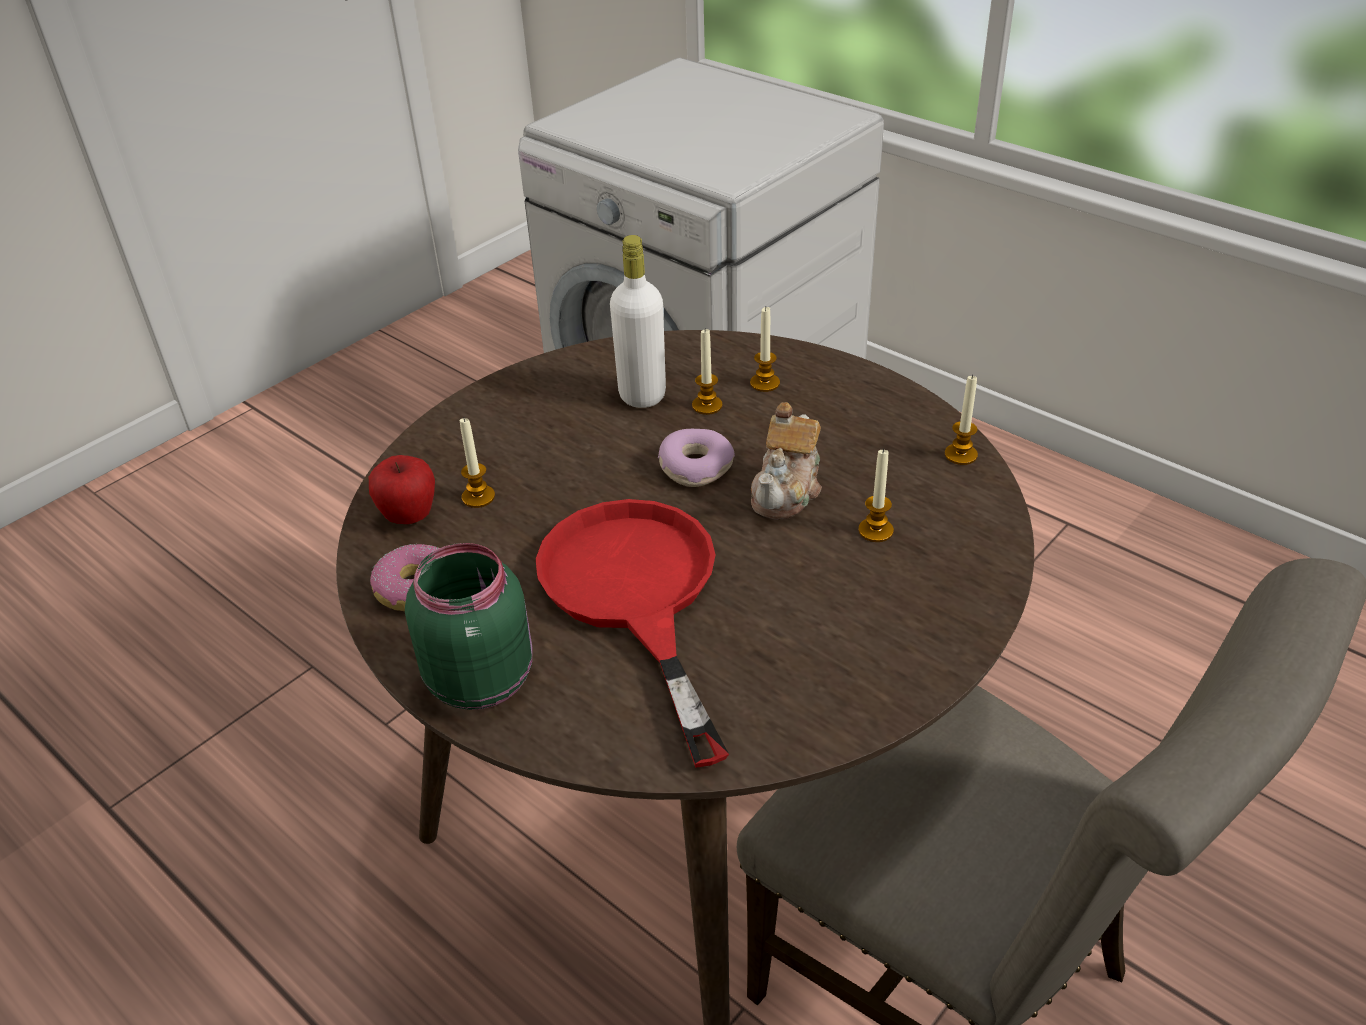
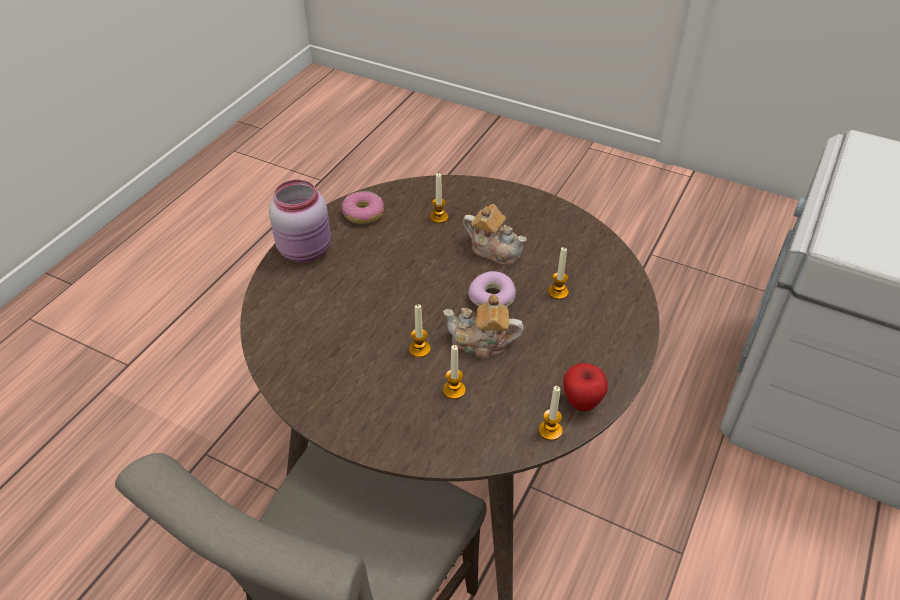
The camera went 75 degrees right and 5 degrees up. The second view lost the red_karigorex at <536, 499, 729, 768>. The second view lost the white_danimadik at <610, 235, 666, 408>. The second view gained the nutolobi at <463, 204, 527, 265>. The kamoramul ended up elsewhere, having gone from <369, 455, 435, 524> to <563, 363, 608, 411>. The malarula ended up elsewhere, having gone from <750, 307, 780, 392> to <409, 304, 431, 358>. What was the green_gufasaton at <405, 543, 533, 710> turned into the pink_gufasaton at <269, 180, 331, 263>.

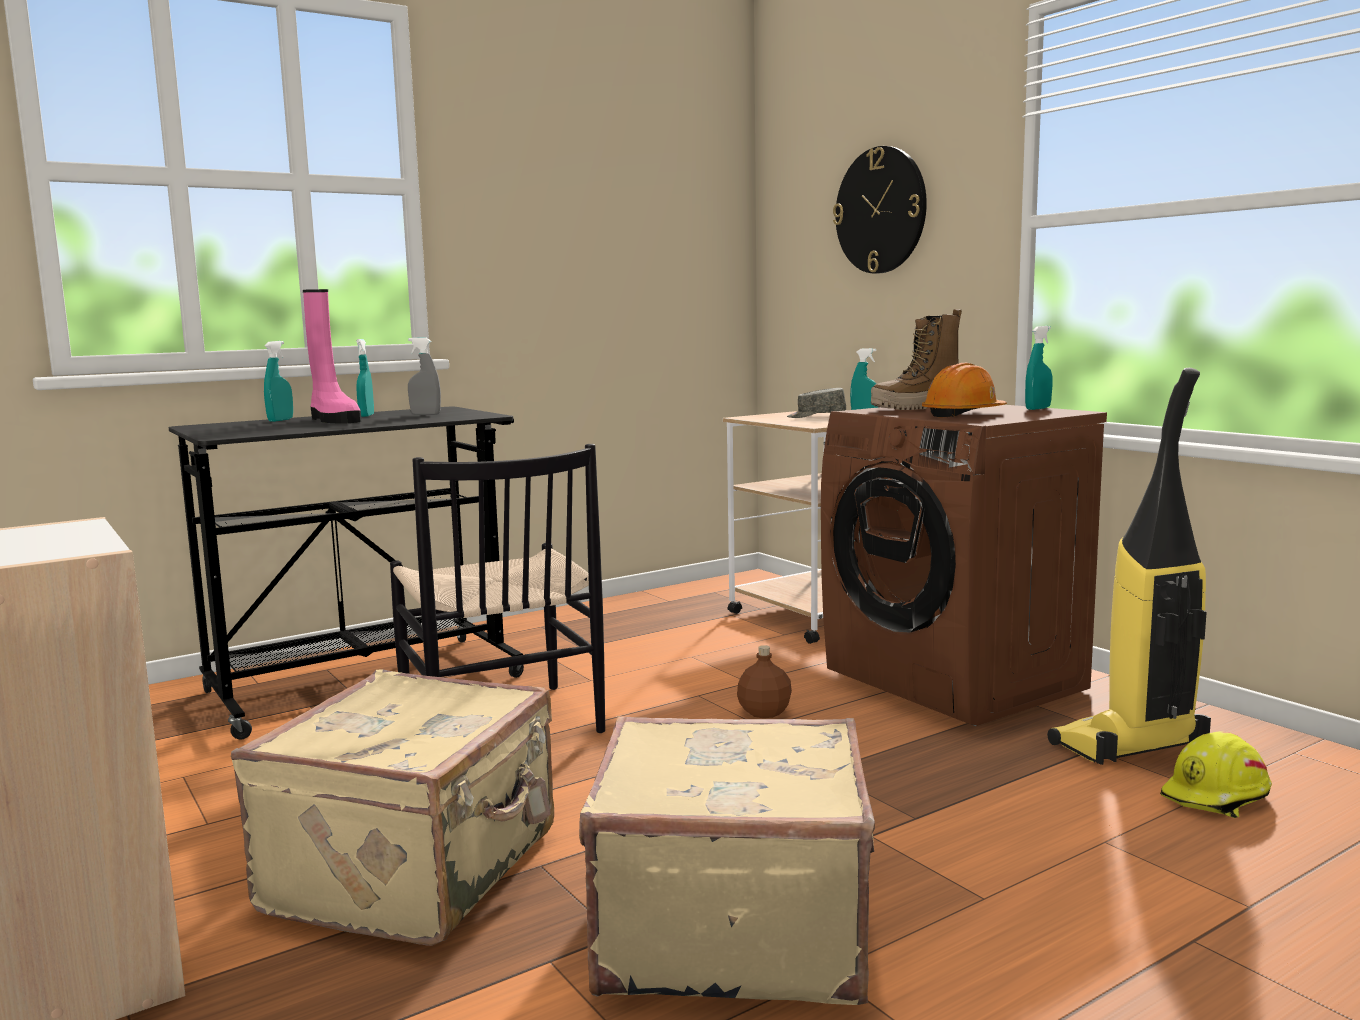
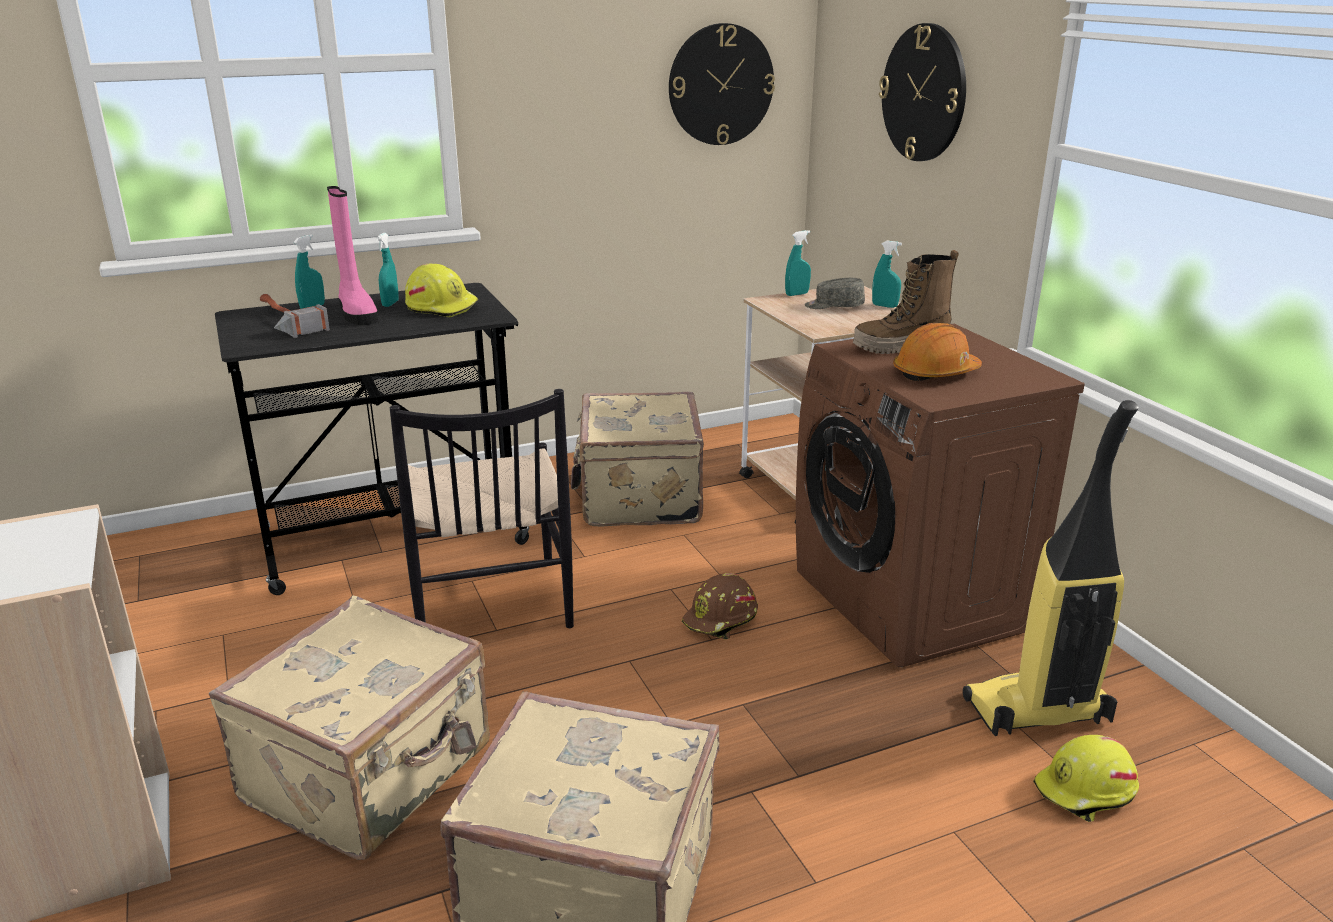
The camera went 10 degrees right and 15 degrees up. The second view gained the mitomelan at <260, 294, 330, 338>. The second view gained the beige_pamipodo at <571, 392, 704, 527>. The second view gained the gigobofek at <669, 23, 775, 145>. The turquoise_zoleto ended up elsewhere, having gone from <1025, 326, 1052, 410> to <785, 230, 811, 296>. Where the grey_zoleto stood at <408, 337, 441, 415>, the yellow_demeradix came to stand at <405, 264, 478, 317>. Where the brown_danimadik stood at <737, 645, 792, 718>, the brown_demeradix came to stand at <682, 573, 758, 639>.

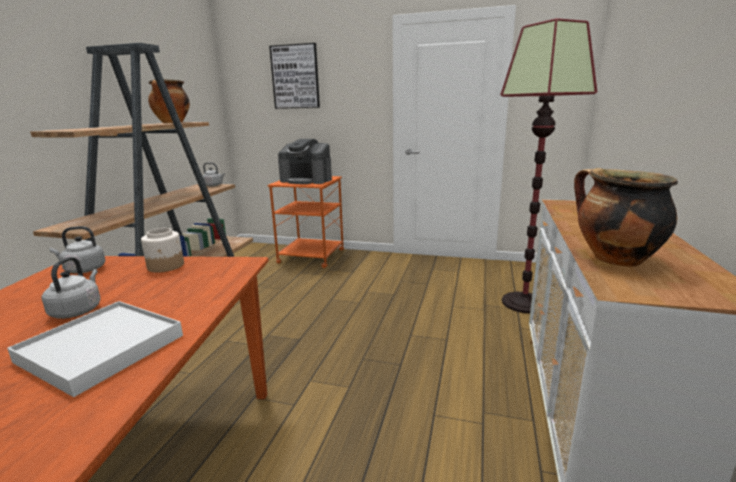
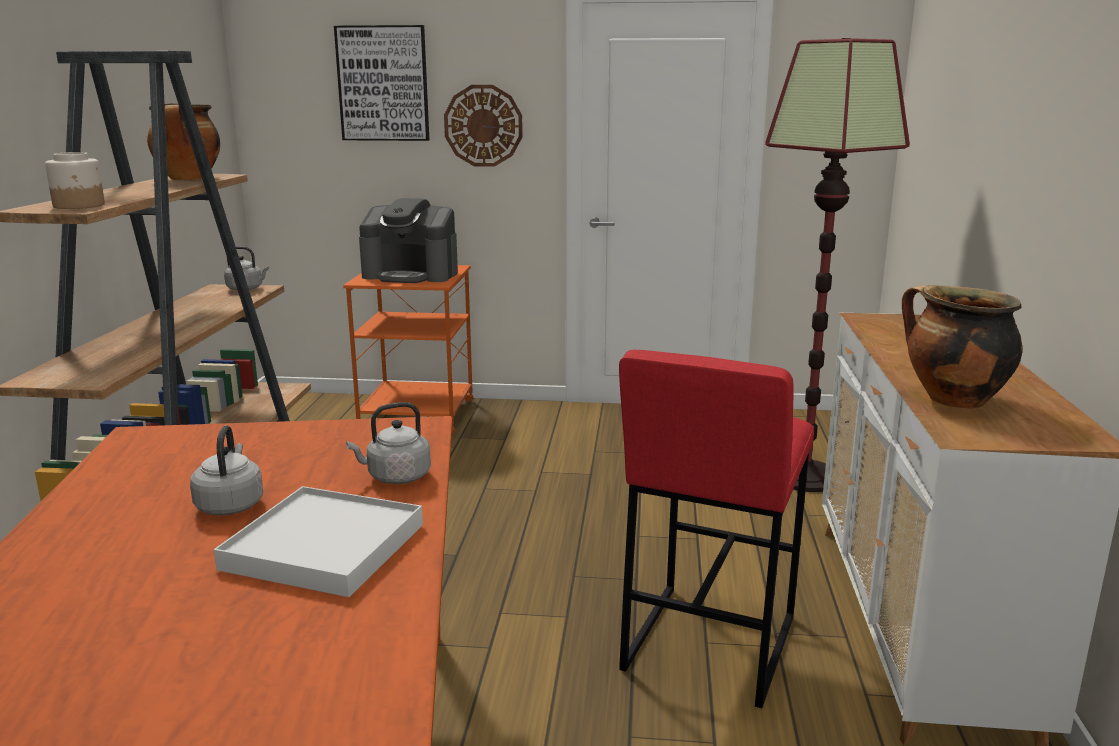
The camera went 10 degrees left and 0 degrees up. The second view gained the gigobofek at <444, 85, 523, 167>. The second view gained the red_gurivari at <619, 350, 814, 708>. The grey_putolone ended up elsewhere, having gone from <49, 226, 106, 274> to <346, 402, 431, 484>. The gufasaton ended up elsewhere, having gone from <141, 228, 184, 273> to <45, 152, 105, 209>.

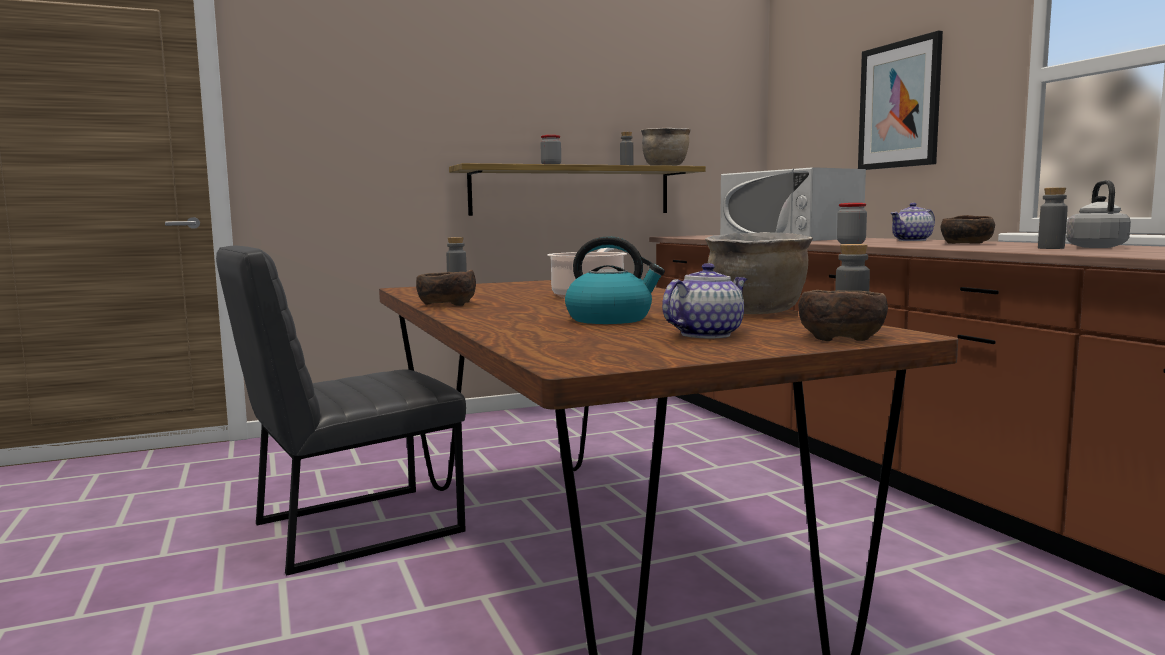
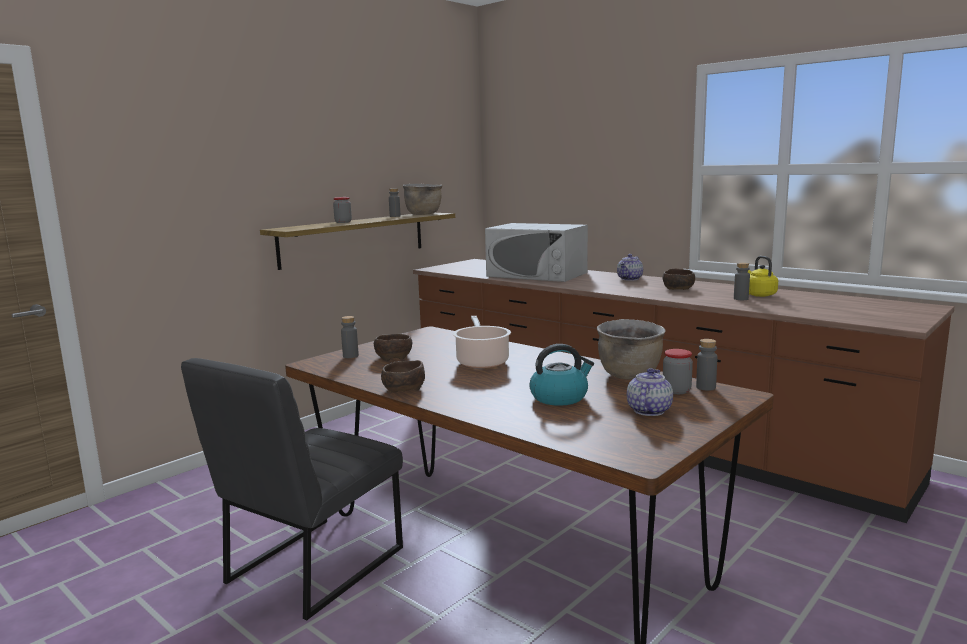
The camera went 25 degrees left and 5 degrees up. The second view lost the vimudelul at <858, 30, 943, 170>. The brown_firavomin ended up elsewhere, having gone from <798, 290, 888, 341> to <374, 334, 412, 361>. The gufasaton ended up elsewhere, having gone from <837, 203, 867, 244> to <663, 349, 693, 394>. What was the grey_putolone at <1066, 180, 1131, 248> turned into the yellow_putolone at <748, 256, 778, 297>.

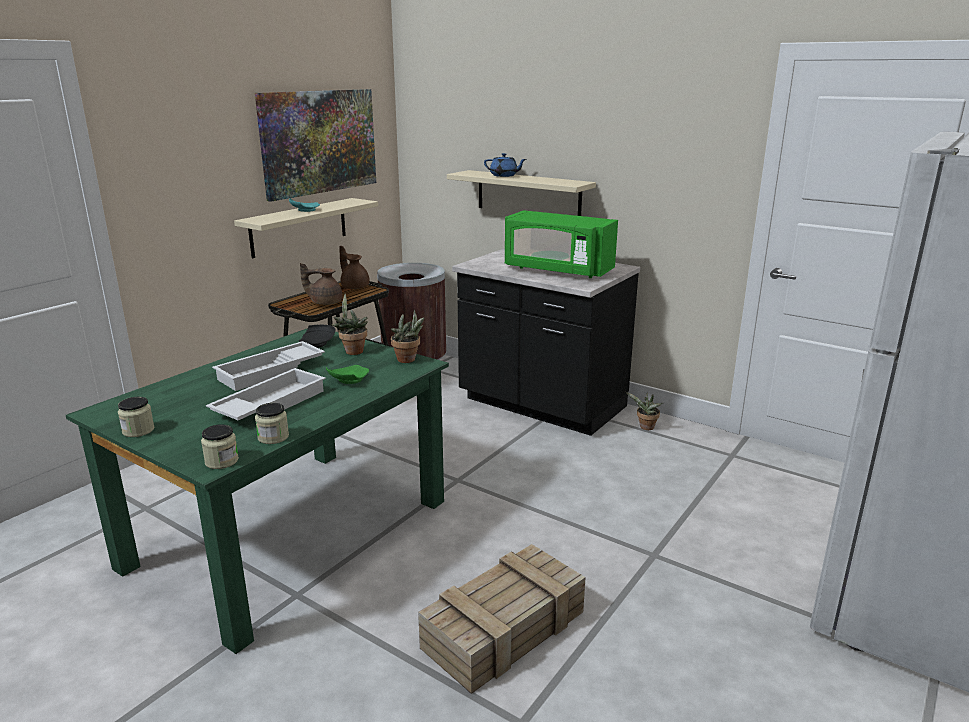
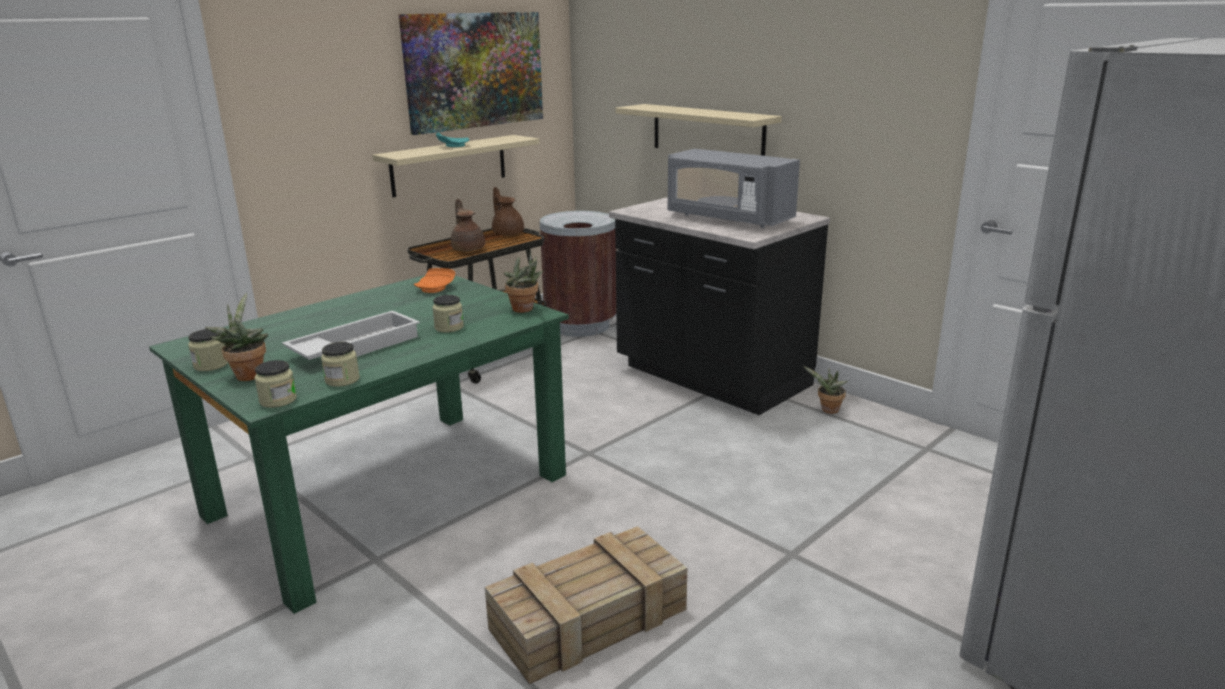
The camera went 10 degrees right and 0 degrees up. The second view lost the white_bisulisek at <212, 341, 325, 391>. The second view lost the blue_nutolobi at <484, 153, 526, 177>. The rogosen ended up elsewhere, having gone from <331, 294, 368, 355> to <205, 293, 268, 381>. Where the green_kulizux stood at <326, 365, 369, 384>, the gufasaton came to stand at <432, 295, 464, 333>. What was the black_kulizux at <299, 325, 335, 348> turned into the orange_kulizux at <414, 268, 455, 293>. What was the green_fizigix at <505, 210, 618, 278> turned into the grey_fizigix at <668, 149, 800, 228>. The brown_nutolobi at <300, 263, 342, 305> ended up facing another way, 60 degrees clockwise from before.

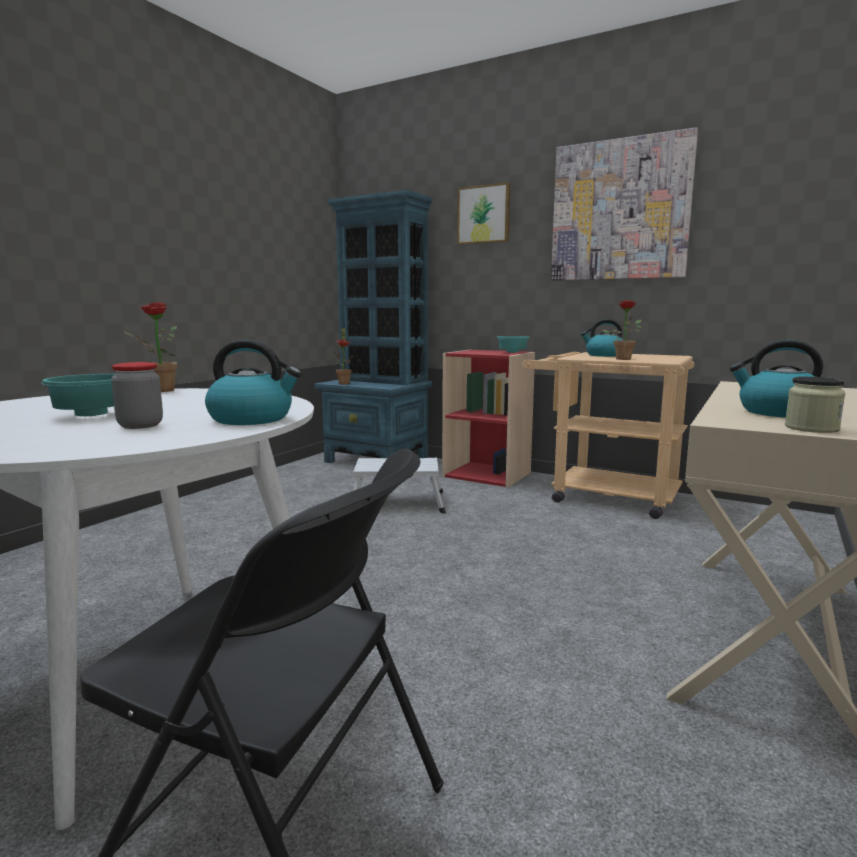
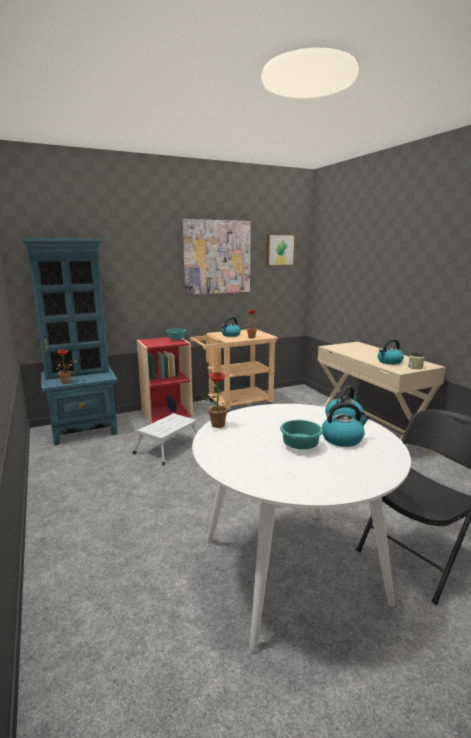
The camera went 55 degrees left and 5 degrees up. The vimudelul ended up elsewhere, having gone from <457, 182, 511, 245> to <266, 234, 295, 266>. Where the gufasaton stood at <111, 362, 163, 429>, the putolone came to stand at <322, 402, 370, 447>.

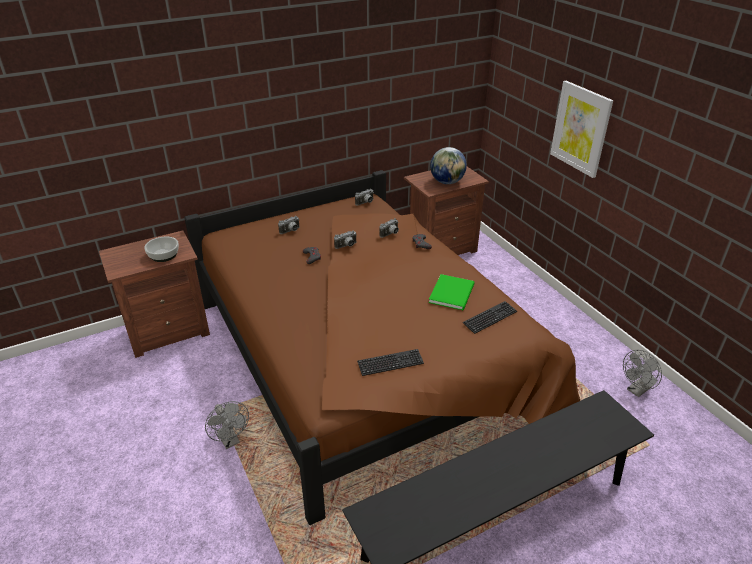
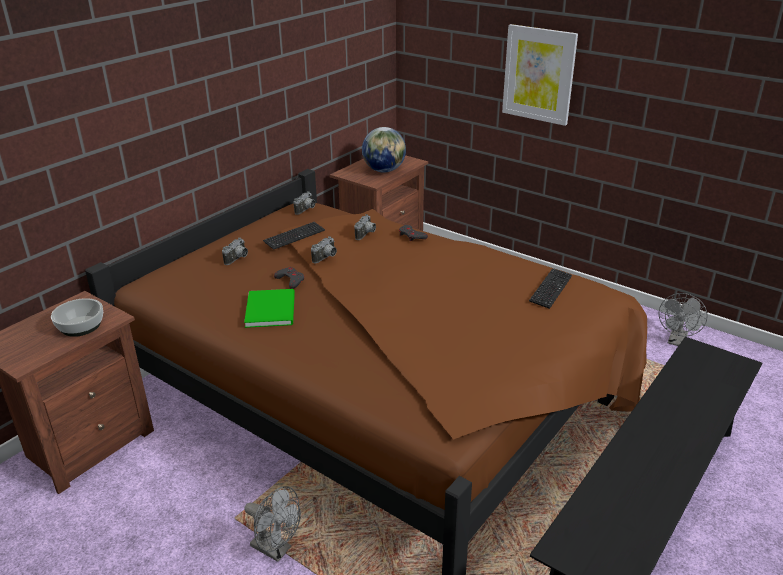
The camera went 25 degrees left and 5 degrees down. The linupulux ended up elsewhere, having gone from <357, 349, 424, 376> to <263, 222, 325, 250>. The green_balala ended up elsewhere, having gone from <428, 274, 475, 310> to <244, 289, 295, 328>.

